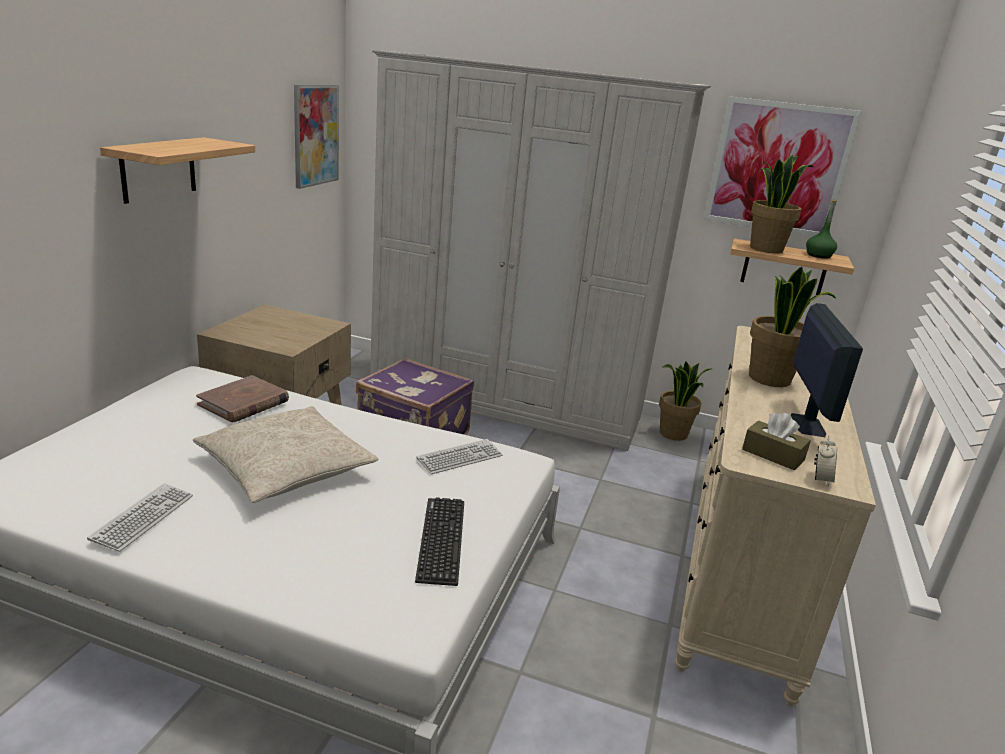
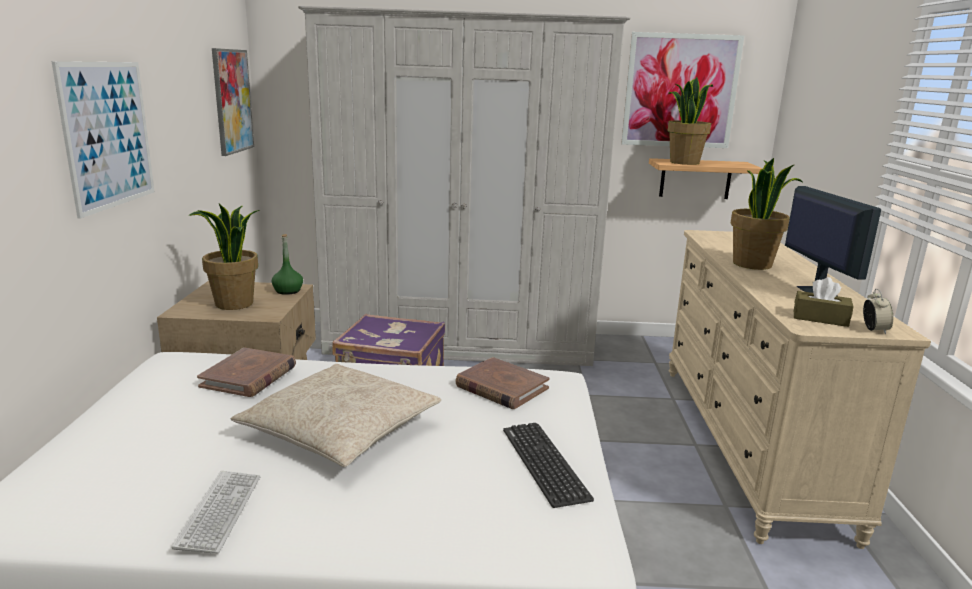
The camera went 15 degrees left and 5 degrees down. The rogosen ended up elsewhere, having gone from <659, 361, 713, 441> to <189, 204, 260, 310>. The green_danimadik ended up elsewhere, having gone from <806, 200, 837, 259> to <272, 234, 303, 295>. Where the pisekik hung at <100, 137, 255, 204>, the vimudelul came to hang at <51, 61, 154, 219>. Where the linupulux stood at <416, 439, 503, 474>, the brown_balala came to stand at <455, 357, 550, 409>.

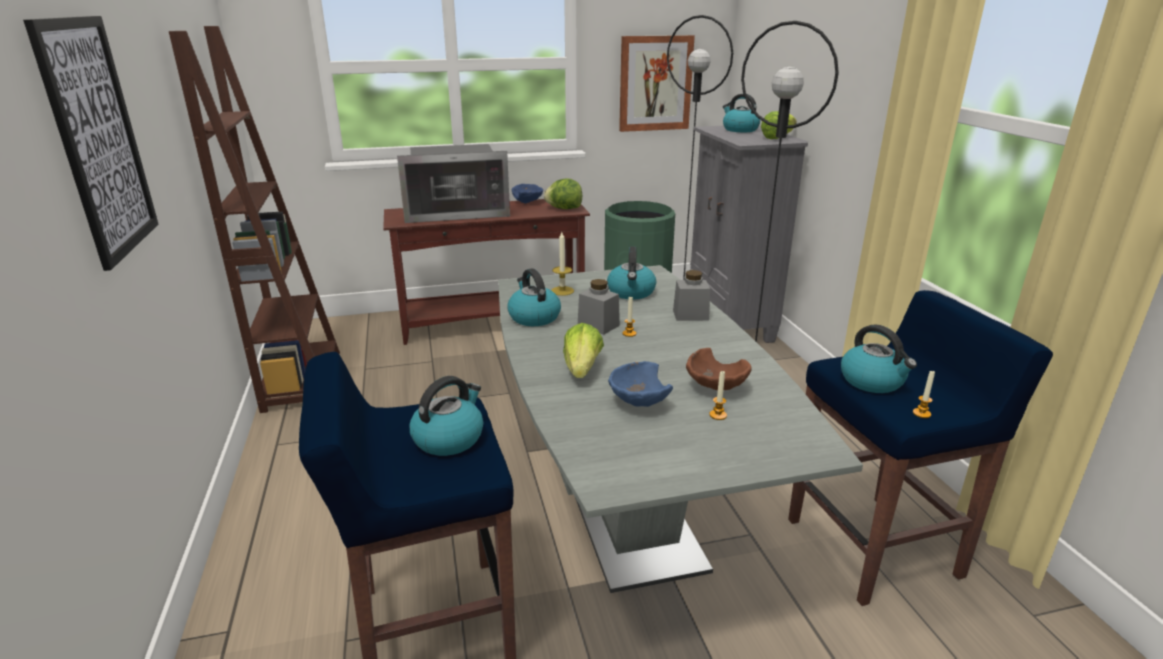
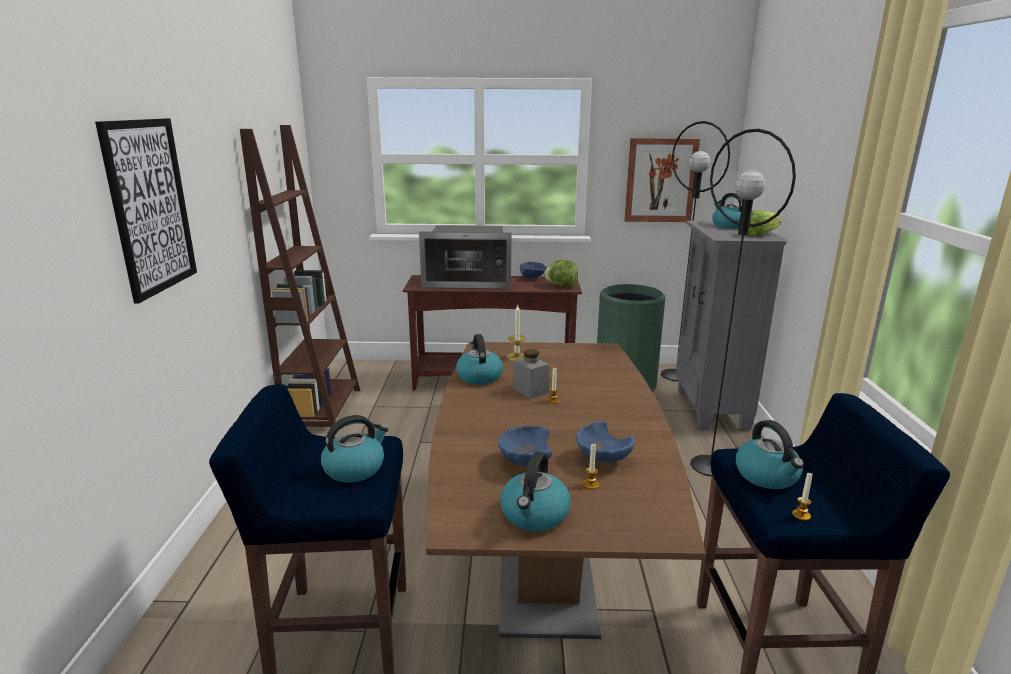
The camera went 15 degrees right and 5 degrees down. The second view lost the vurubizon at <563, 323, 604, 378>. The second view lost the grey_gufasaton at <673, 270, 710, 321>. The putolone ended up elsewhere, having gone from <607, 247, 656, 300> to <500, 451, 571, 531>. What was the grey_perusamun at <498, 265, 863, 593> turned into the brown_perusamun at <426, 342, 706, 639>. What was the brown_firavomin at <686, 348, 752, 390> turned into the blue_firavomin at <576, 421, 635, 463>.

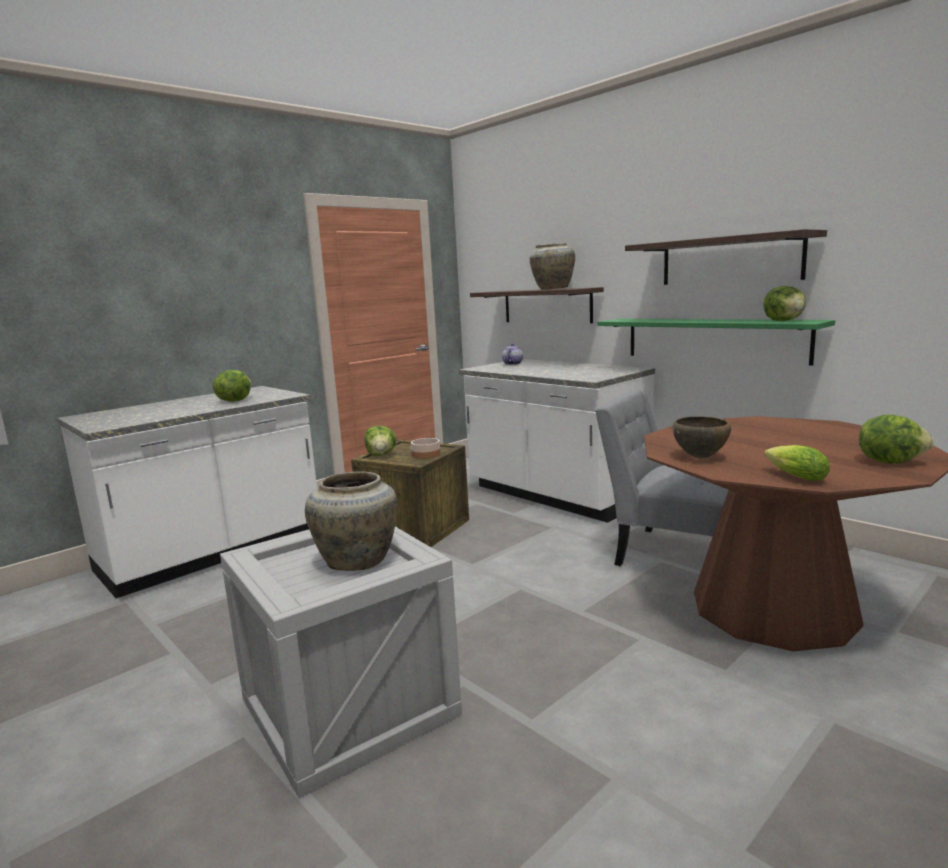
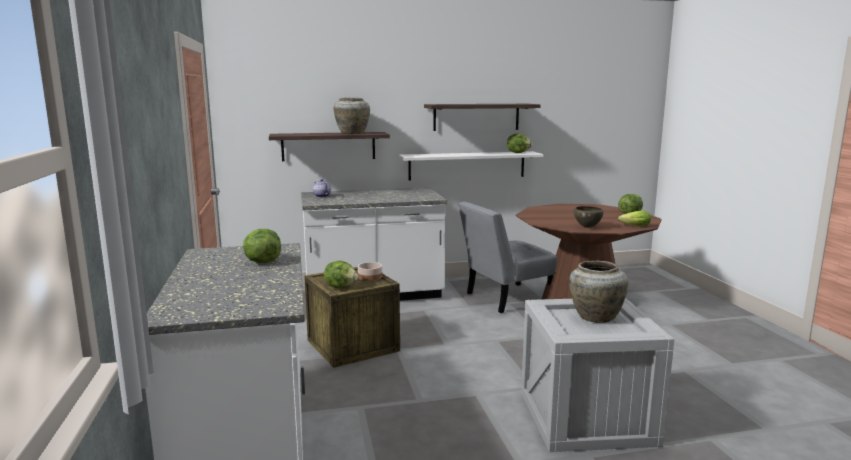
The camera went 60 degrees left and 0 degrees up. What was the green_pisekik at <597, 319, 835, 366> turned into the white_pisekik at <399, 151, 544, 181>.

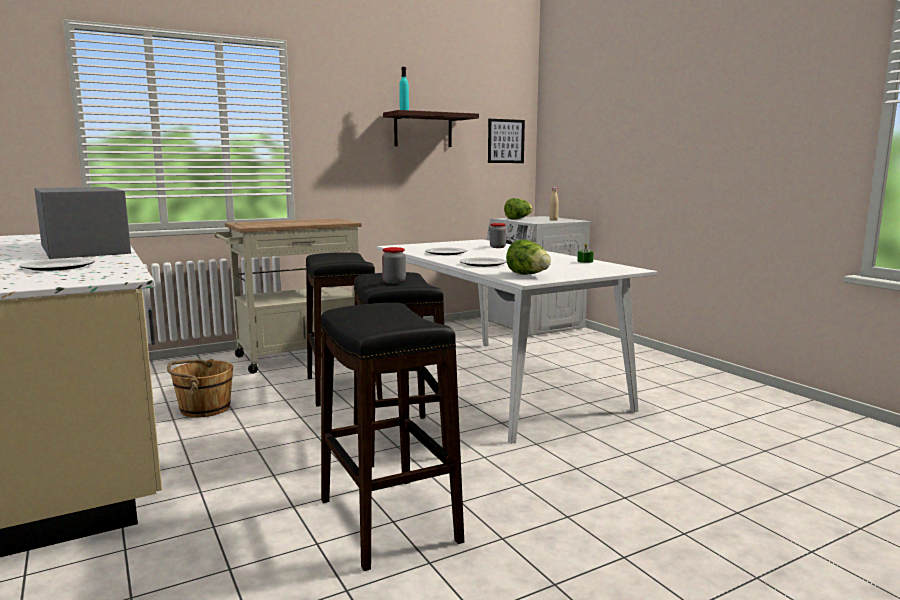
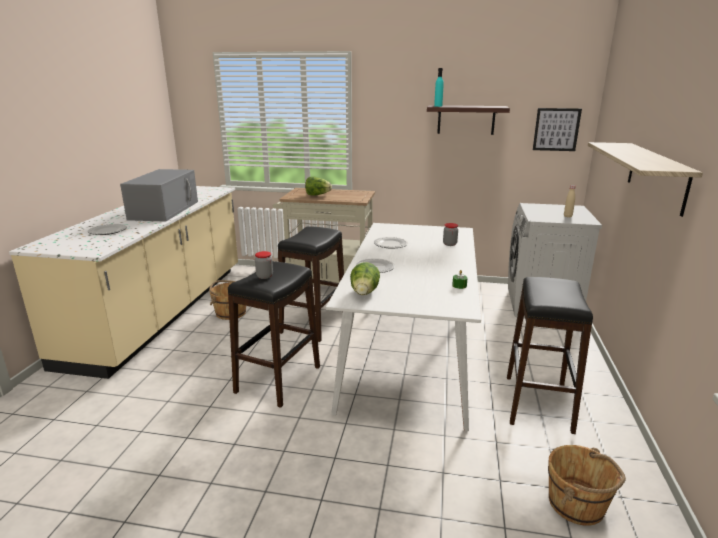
The camera went 40 degrees right and 10 degrees up. The second view gained the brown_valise at <548, 445, 626, 526>. The second view gained the pisekik at <588, 142, 703, 217>. The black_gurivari ended up elsewhere, having gone from <321, 303, 464, 571> to <507, 277, 593, 434>. The vurubizon ended up elsewhere, having gone from <504, 198, 533, 220> to <305, 177, 332, 196>.

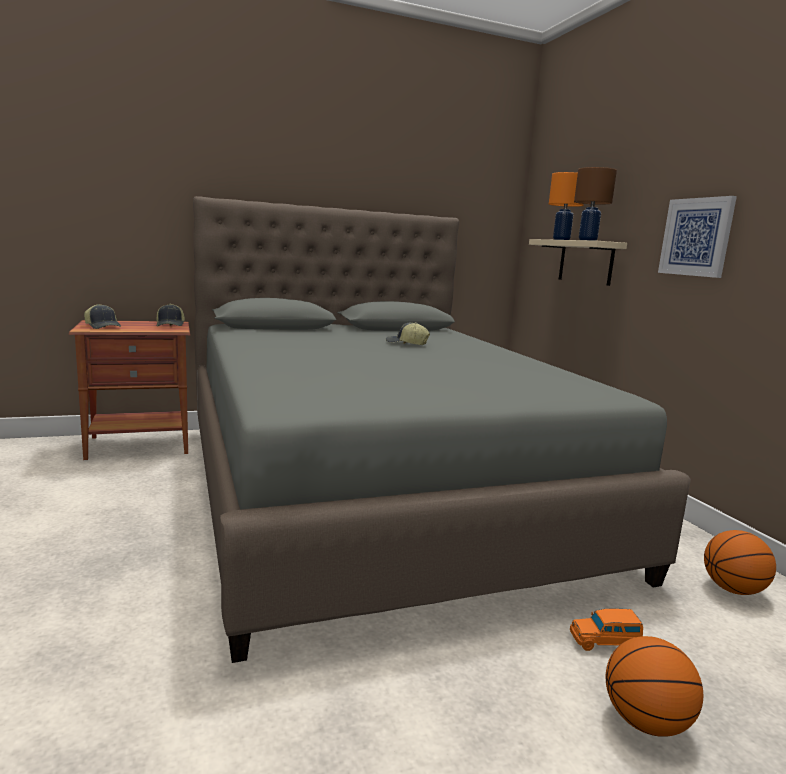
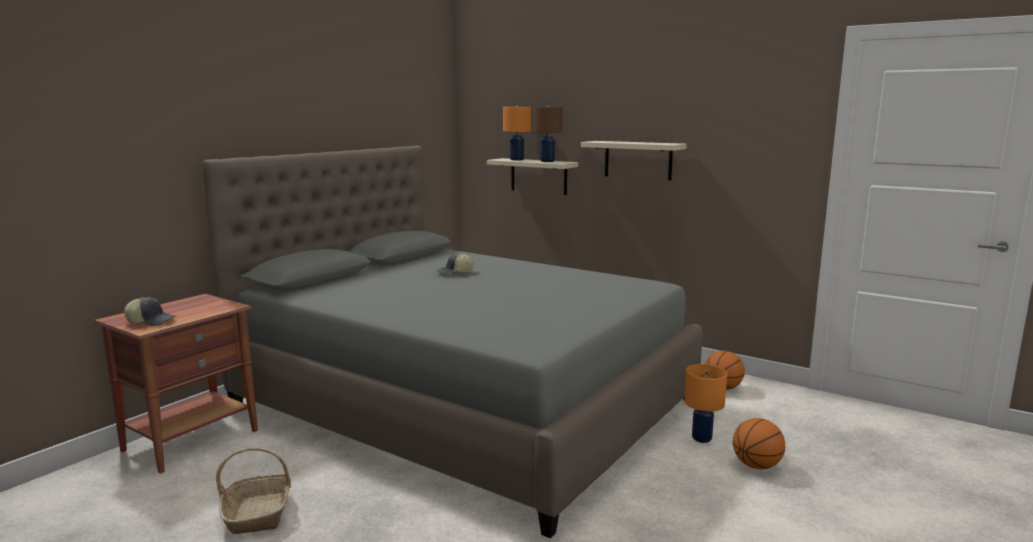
The camera went 35 degrees left and 0 degrees up. The second view lost the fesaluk at <157, 304, 185, 326>. The second view gained the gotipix at <216, 447, 291, 534>. Where the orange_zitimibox stood at <570, 608, 643, 651>, the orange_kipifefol came to stand at <684, 364, 727, 443>. Where the vimudelul hung at <658, 196, 737, 278>, the beige_pisekik came to hang at <581, 141, 686, 180>.

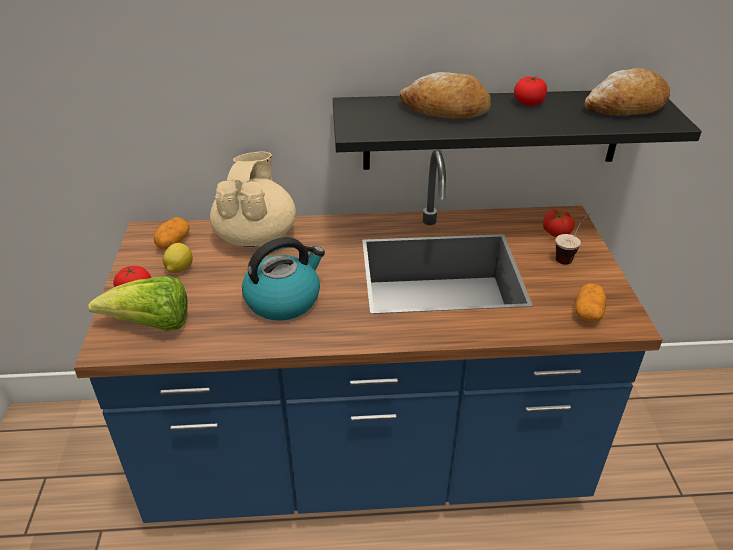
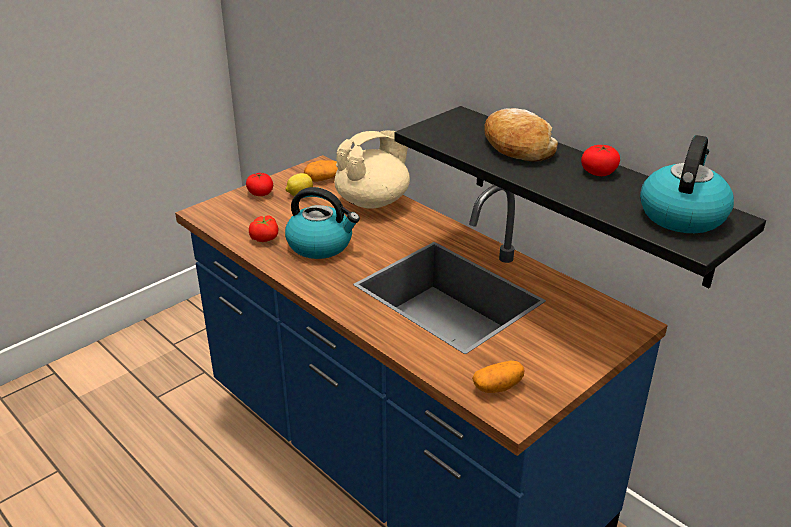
The camera went 50 degrees right and 5 degrees down. The second view lost the vurubizon at <88, 276, 188, 331>. The second view lost the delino at <556, 214, 589, 265>. The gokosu ended up elsewhere, having gone from <543, 209, 575, 237> to <249, 215, 278, 242>. Where the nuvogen stood at <585, 68, 670, 116>, the putolone came to stand at <640, 135, 734, 233>.

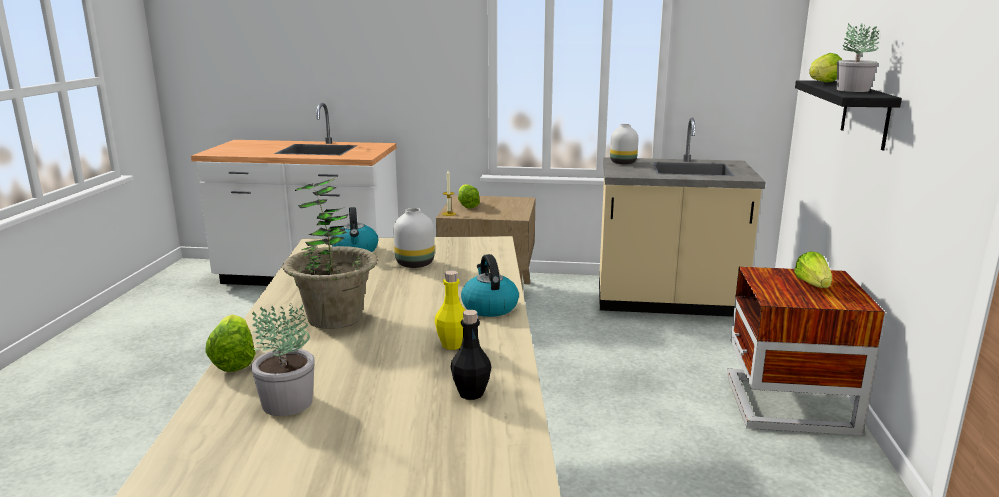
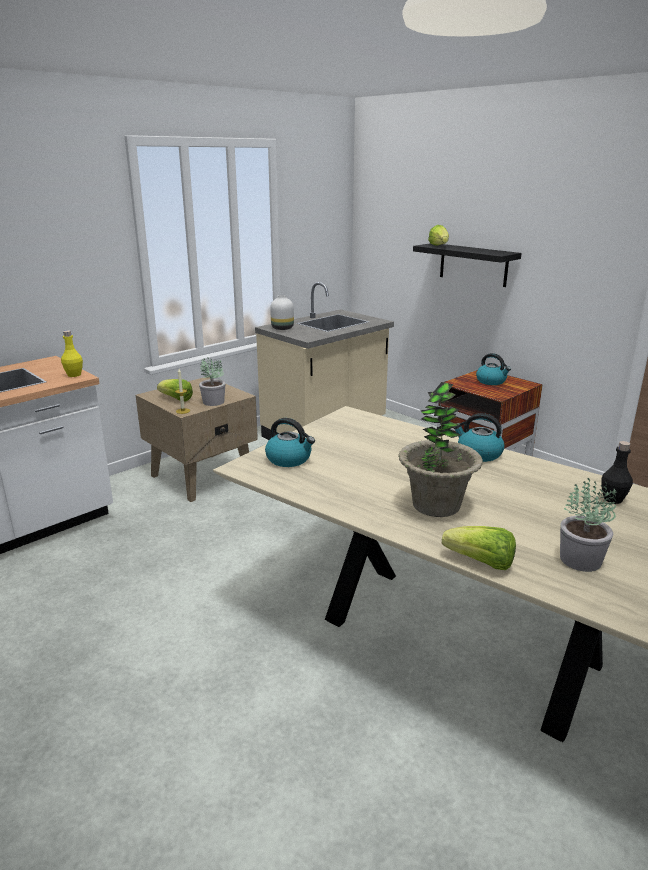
The camera went 50 degrees left and 5 degrees up. The second view lost the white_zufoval at <394, 208, 435, 268>. The yellow_danimadik ended up elsewhere, having gone from <435, 271, 465, 350> to <61, 330, 83, 377>. The rogosen ended up elsewhere, having gone from <837, 23, 879, 92> to <199, 358, 226, 406>. Where the vurubizon stood at <794, 251, 832, 288>, the putolone came to stand at <476, 353, 511, 385>.

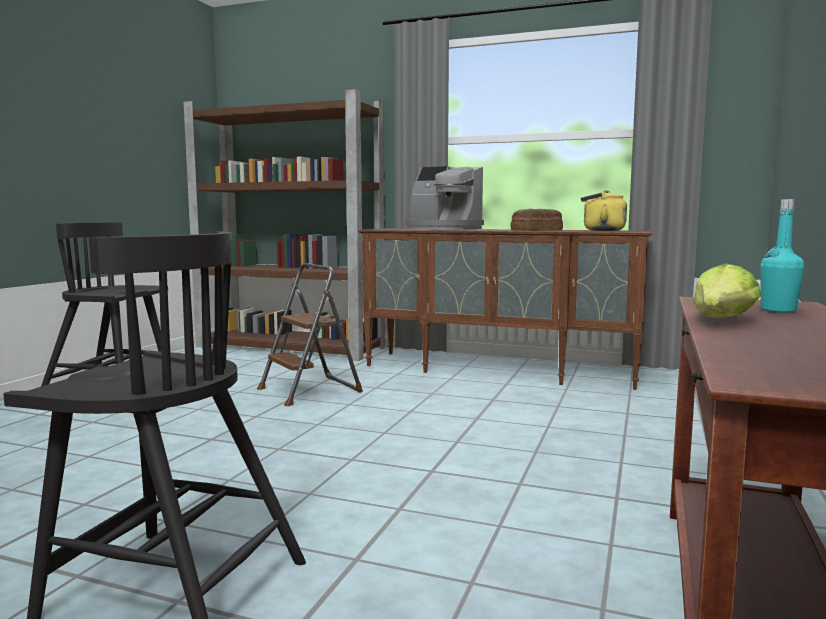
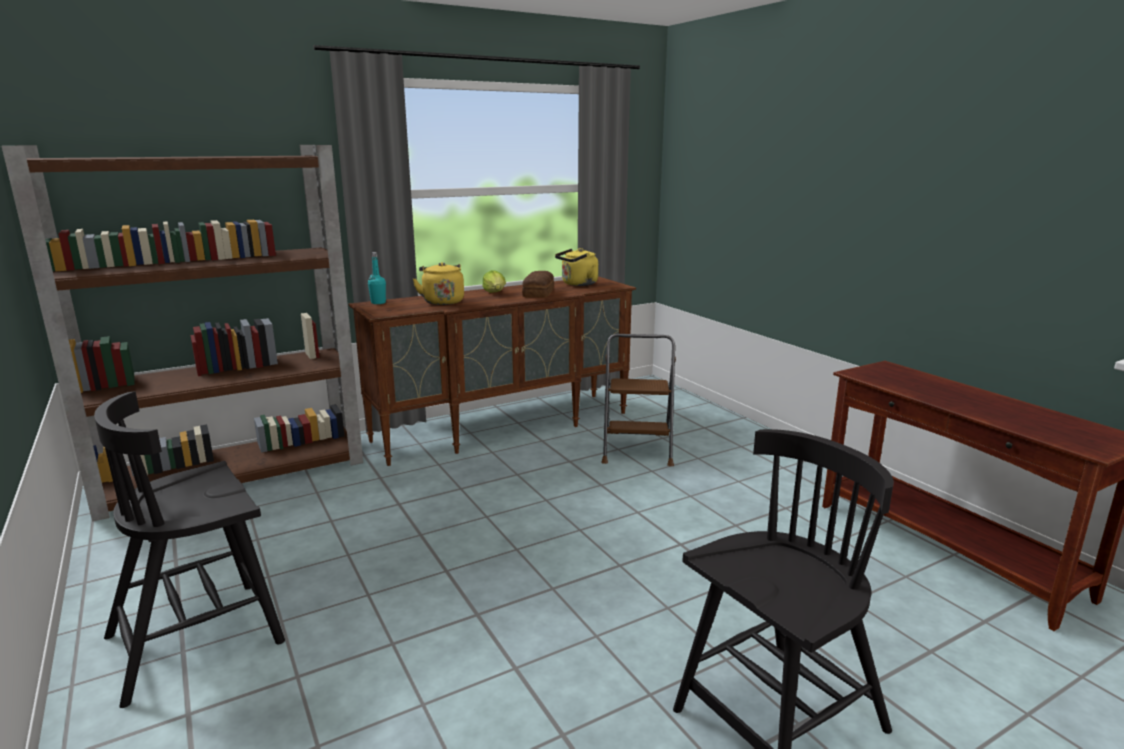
The camera went 50 degrees left and 10 degrees up. The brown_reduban ended up elsewhere, having gone from <257, 263, 363, 406> to <601, 334, 676, 466>. The vurubizon ended up elsewhere, having gone from <693, 264, 761, 318> to <482, 270, 506, 293>. The turquoise_danimadik ended up elsewhere, having gone from <760, 199, 805, 313> to <368, 252, 386, 304>. Where the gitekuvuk stood at <405, 166, 484, 230>, the yellow_putolone came to stand at <413, 262, 464, 305>.

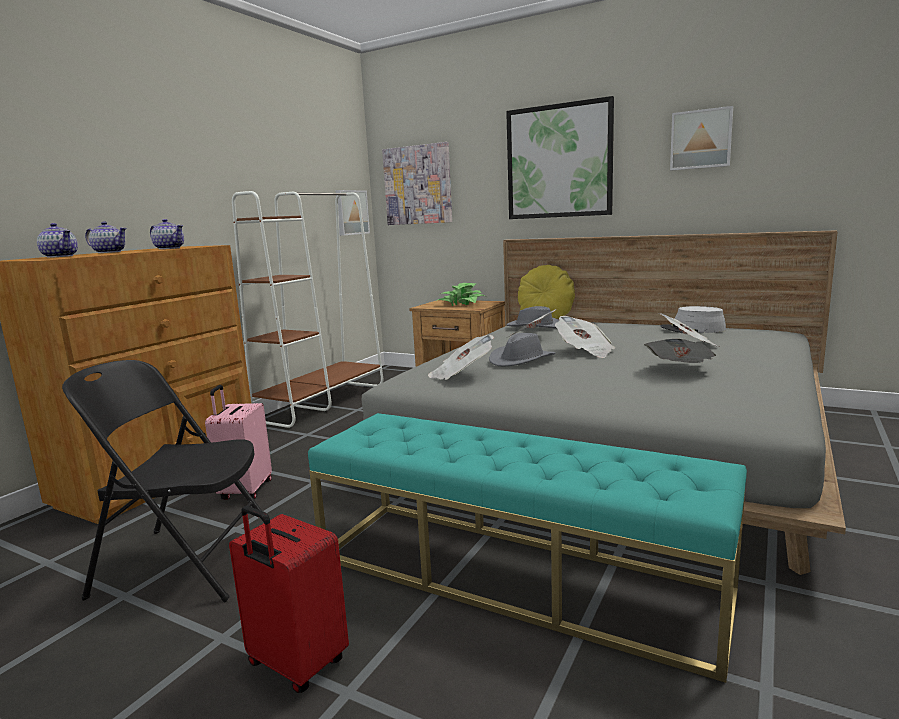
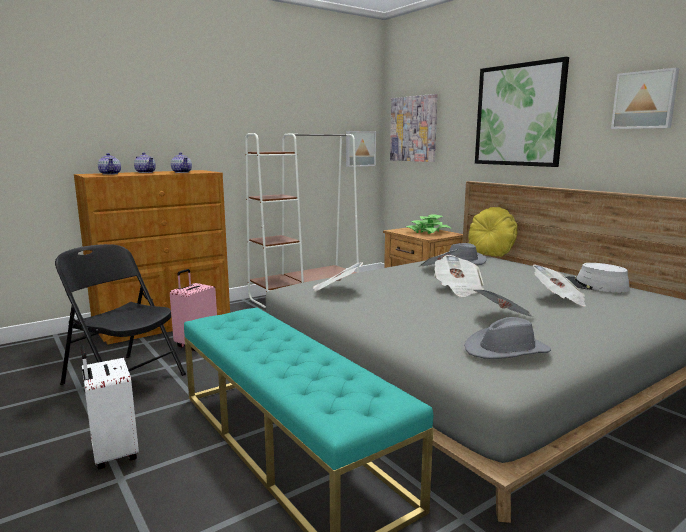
The camera went 25 degrees right and 0 degrees up. The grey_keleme ended up elsewhere, having gone from <489, 333, 556, 367> to <464, 317, 551, 359>. What was the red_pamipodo at <229, 506, 349, 693> turned into the white_pamipodo at <81, 346, 139, 470>.

